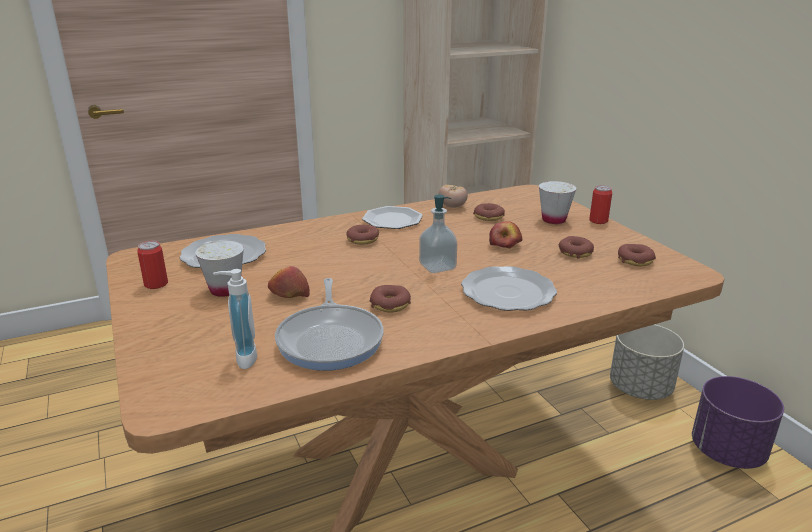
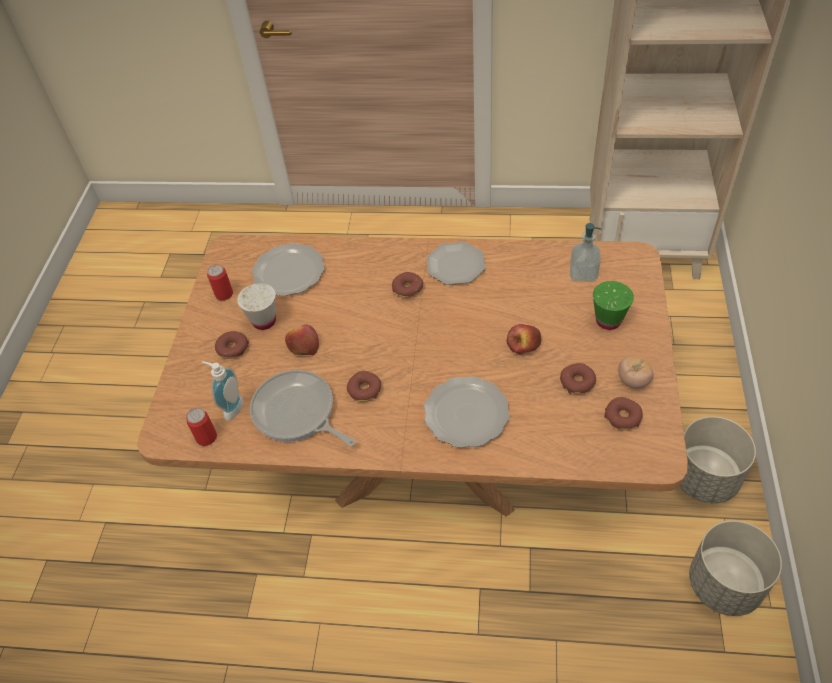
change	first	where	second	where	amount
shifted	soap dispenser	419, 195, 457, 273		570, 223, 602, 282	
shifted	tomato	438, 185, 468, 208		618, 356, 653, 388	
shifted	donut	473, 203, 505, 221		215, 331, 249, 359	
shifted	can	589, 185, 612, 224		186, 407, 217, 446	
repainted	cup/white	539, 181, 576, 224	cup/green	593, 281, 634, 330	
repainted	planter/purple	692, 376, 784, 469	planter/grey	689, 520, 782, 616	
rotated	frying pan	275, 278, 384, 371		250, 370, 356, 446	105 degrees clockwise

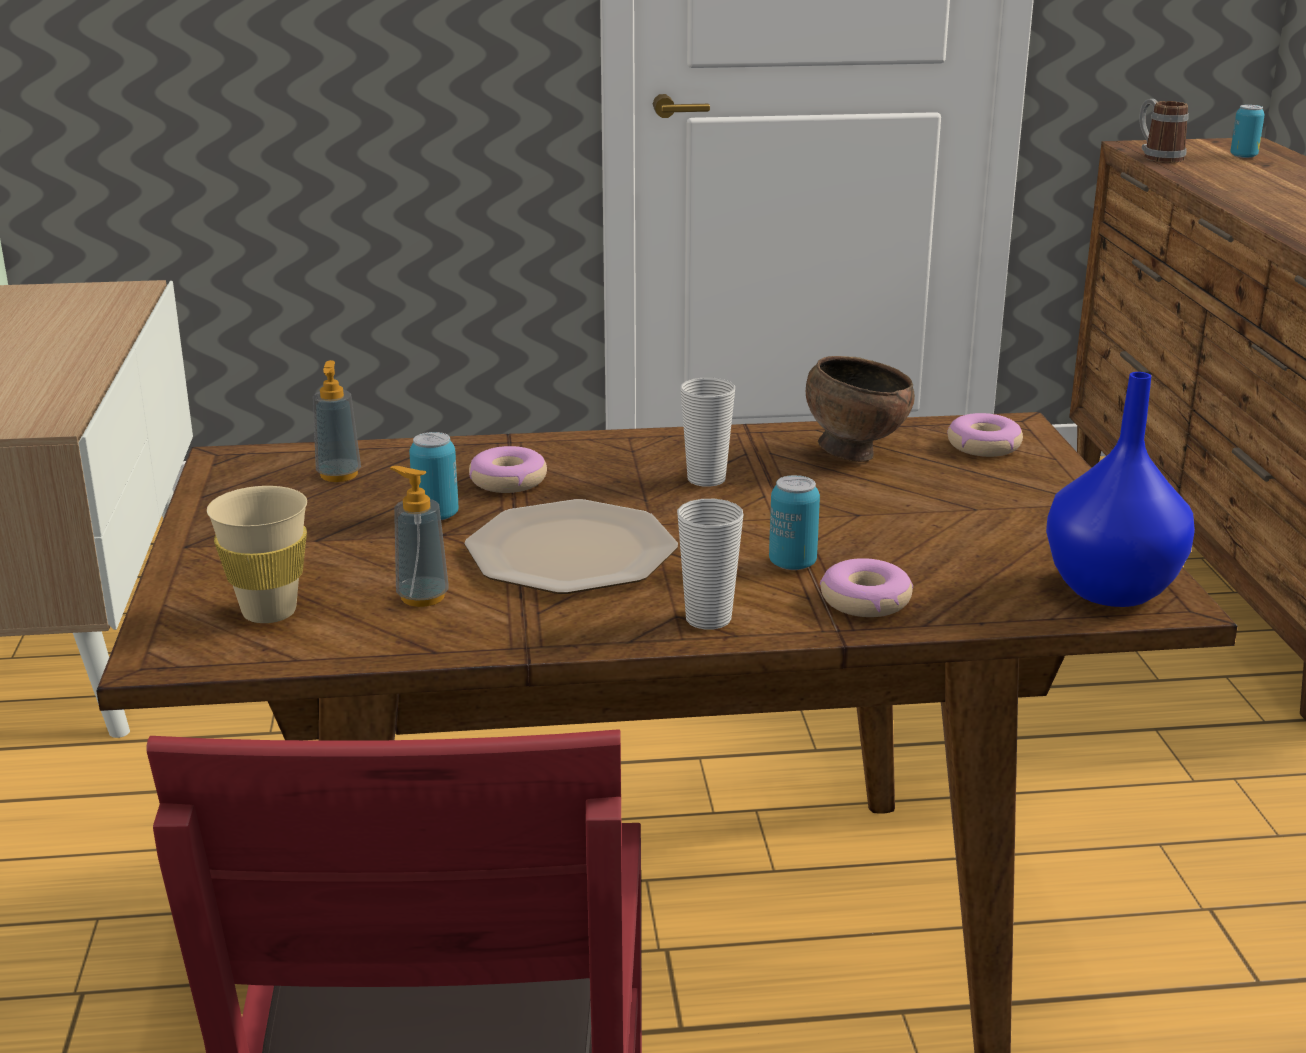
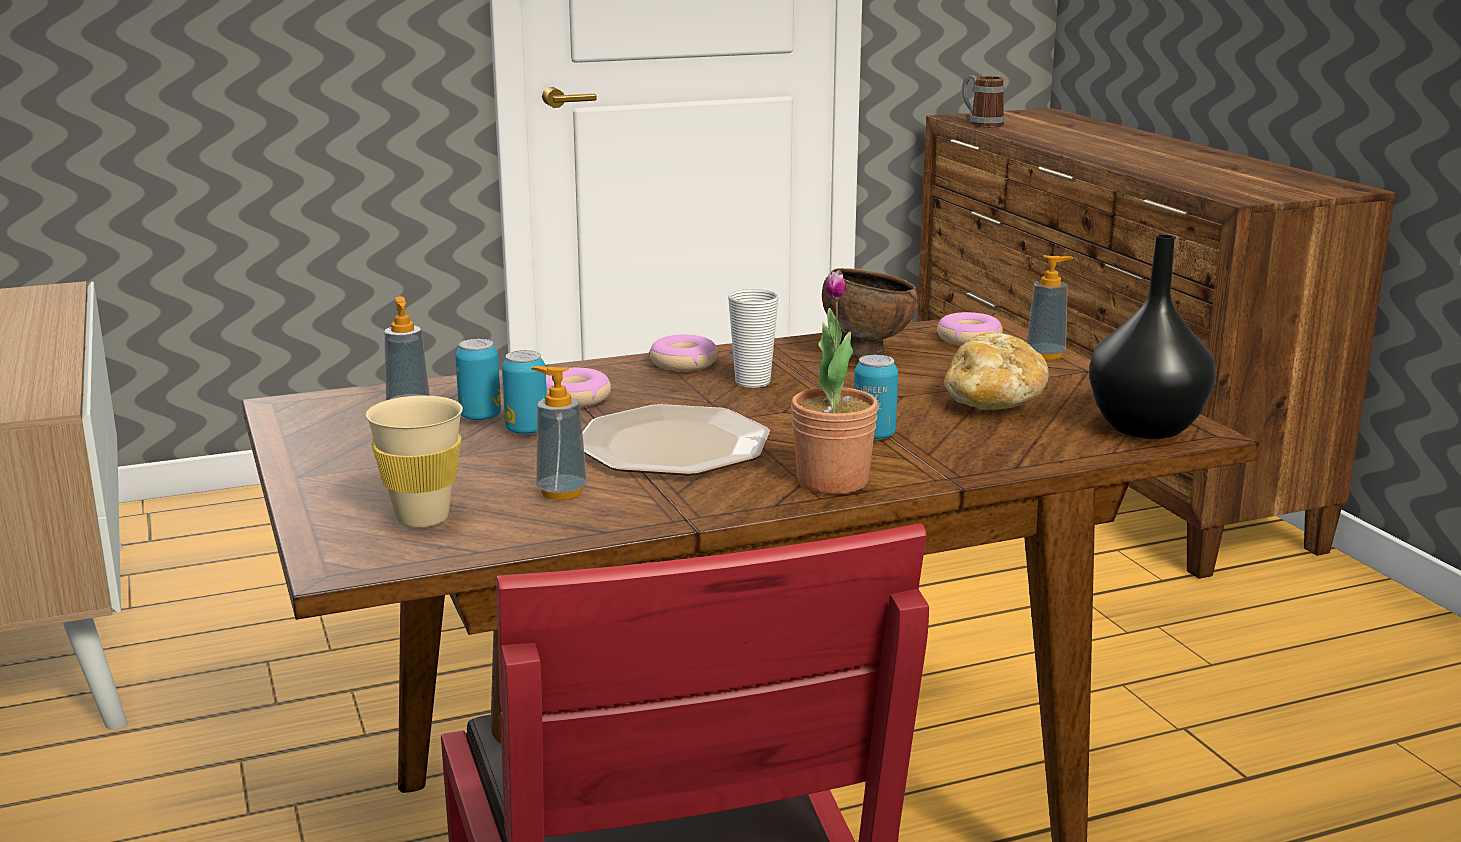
change	first	where	second	where	amount
new			bread	944, 332, 1049, 410	
new			soap dispenser	1027, 255, 1074, 360	
shifted	donut	820, 558, 913, 617		649, 335, 718, 371	
shifted	can	1230, 105, 1265, 158		455, 339, 501, 421	
swapped	cup	677, 499, 743, 629	potted plant	791, 270, 878, 495	
repainted	vase/blue	1046, 372, 1195, 607	vase/black	1089, 235, 1216, 439	

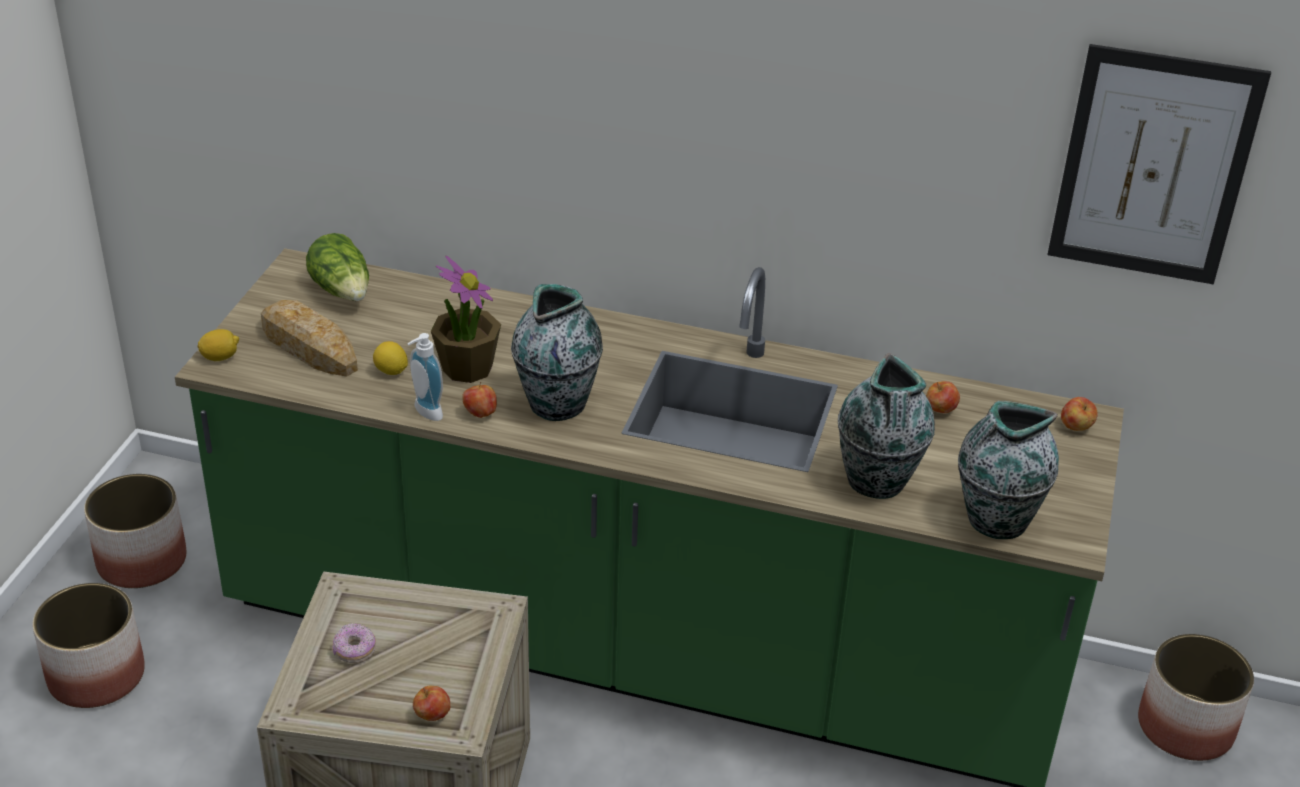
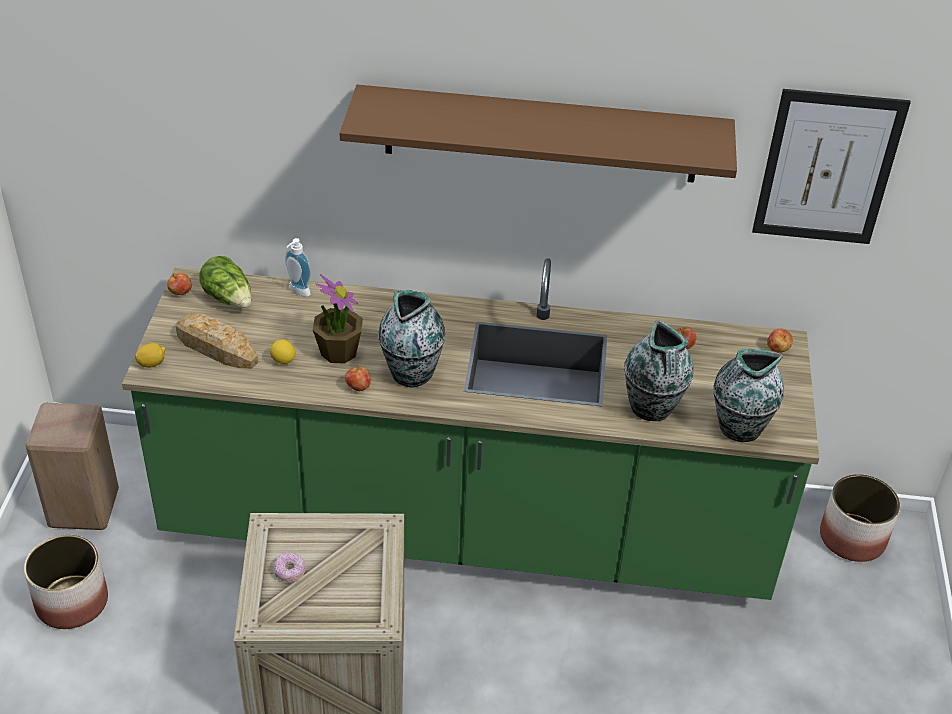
change	first	where	second	where	amount
new			shelf/brown	340, 85, 737, 183	
shifted	soap dispenser	407, 333, 443, 421		285, 238, 311, 297	
shifted	apple	413, 686, 450, 721		167, 273, 192, 295	
swapped	planter	84, 474, 186, 588	stool/beige	25, 403, 119, 530	

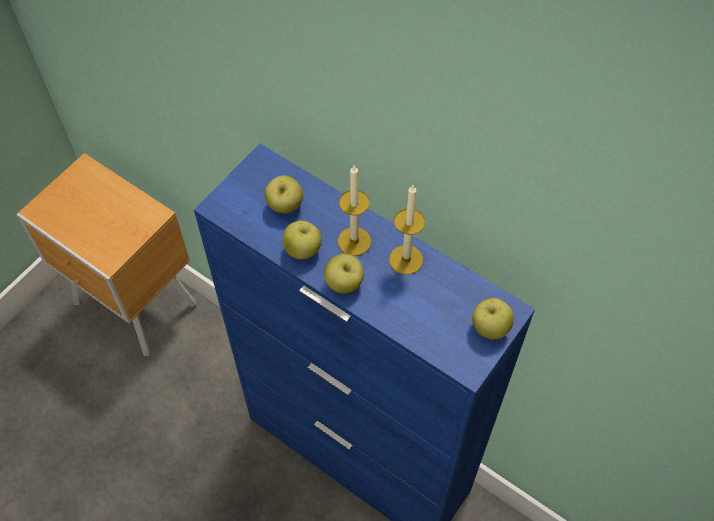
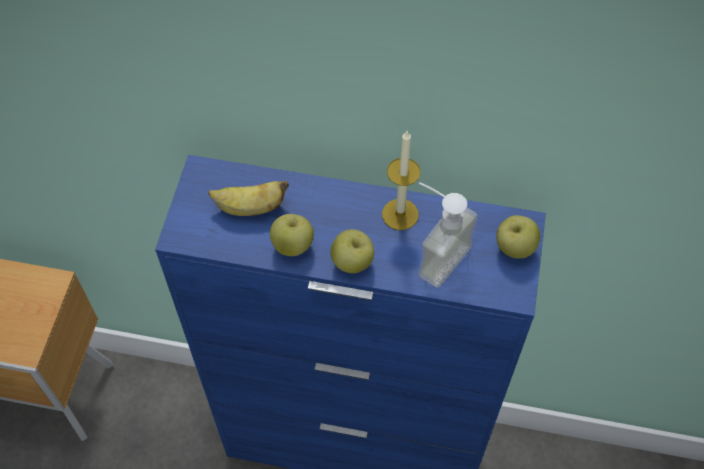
change	first	where	second	where	amount
gone	candle	338, 165, 371, 256			
new			soap dispenser	418, 182, 478, 288	
swapped	apple	265, 175, 303, 214	banana	208, 181, 289, 216	

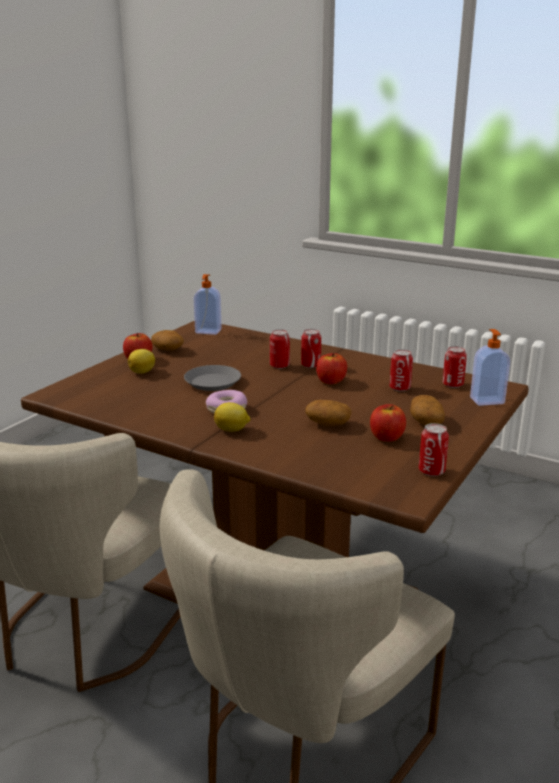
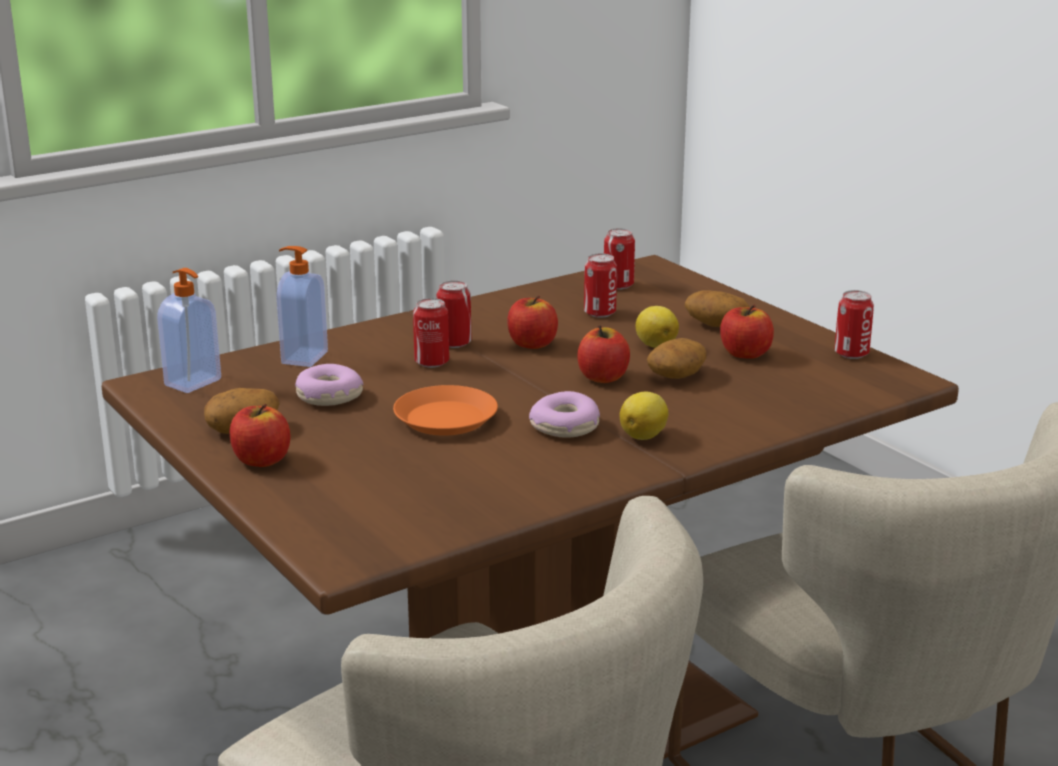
change	first	where	second	where	amount
new			donut	295, 364, 363, 406	
new			apple	577, 325, 630, 383	
shifted	lemon	128, 349, 155, 374		636, 306, 679, 348	
shifted	soap dispenser	470, 329, 510, 406		277, 246, 328, 367	
repainted	plate/grey	184, 365, 241, 391	plate/orange	393, 385, 498, 436	

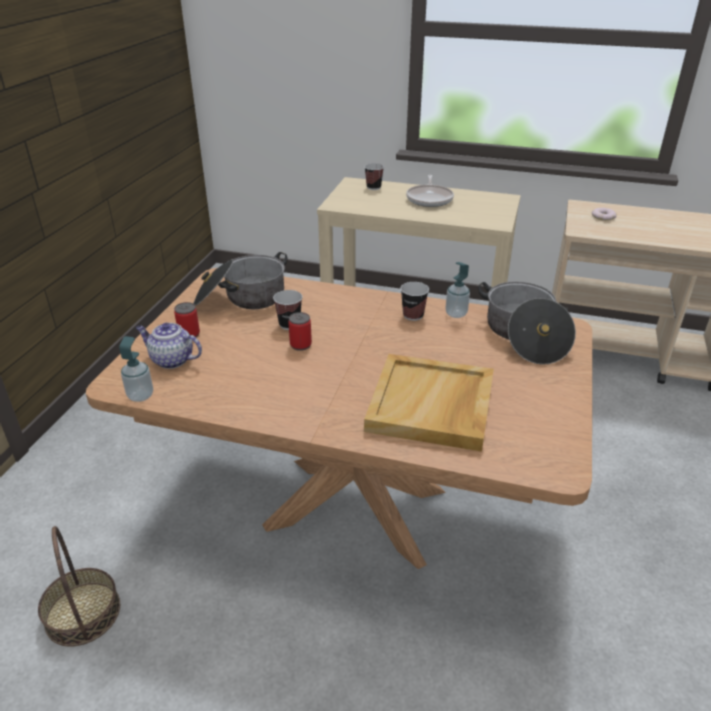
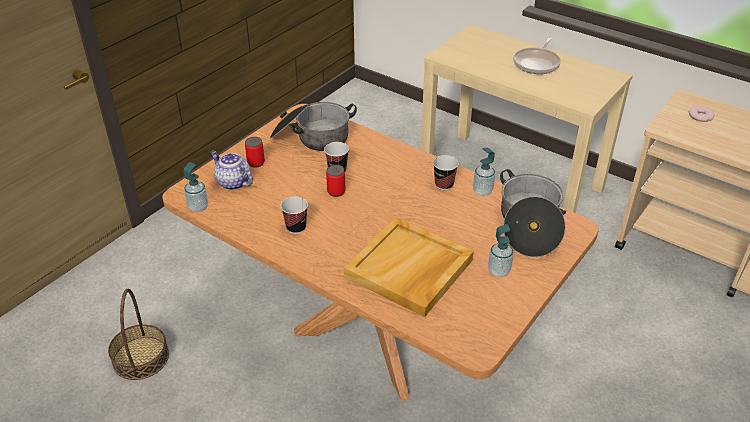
change	first	where	second	where	amount
new			soap dispenser	488, 224, 514, 277	
shifted	cup	364, 163, 384, 190		281, 197, 308, 234	

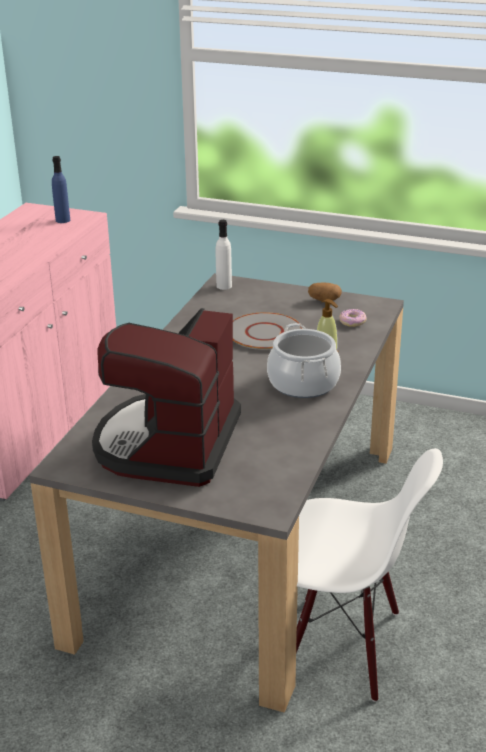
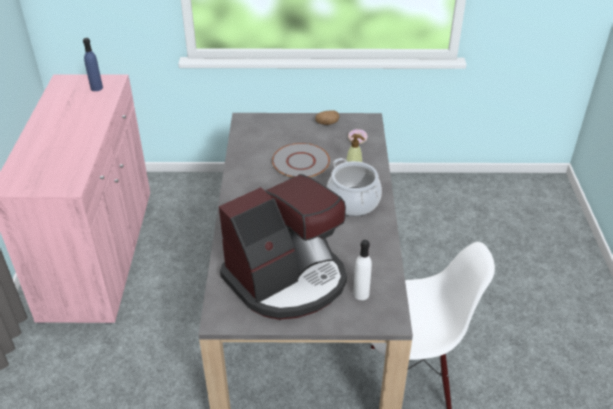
change	first	where	second	where	amount
shifted	bottle/white	216, 220, 232, 290		353, 240, 372, 300	
rotated	coffee machine	92, 308, 241, 487		219, 174, 347, 320	120 degrees counterclockwise

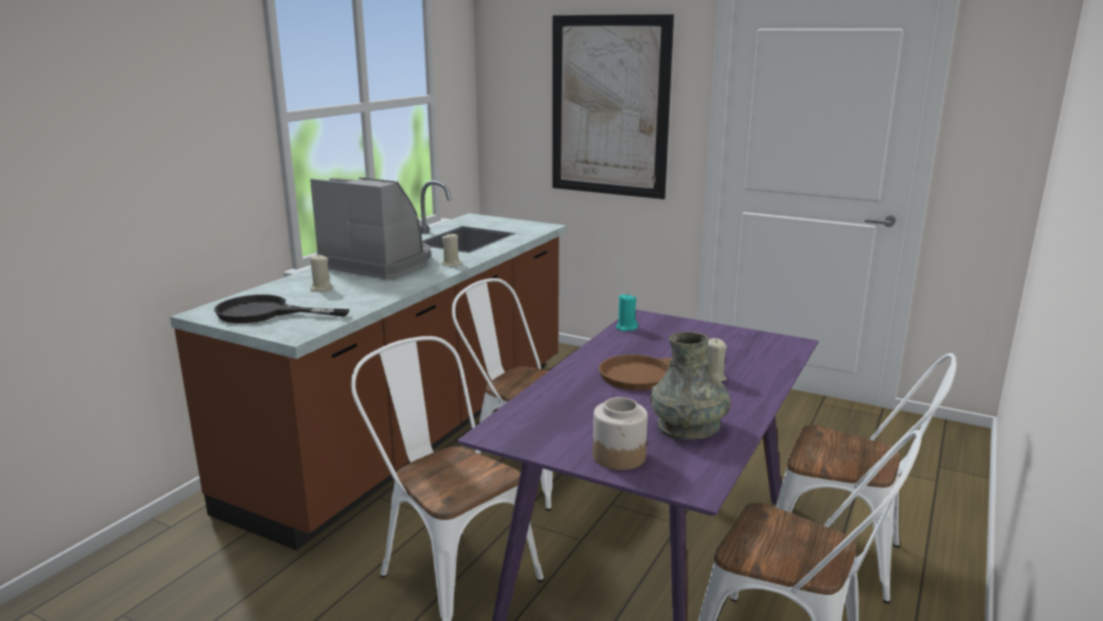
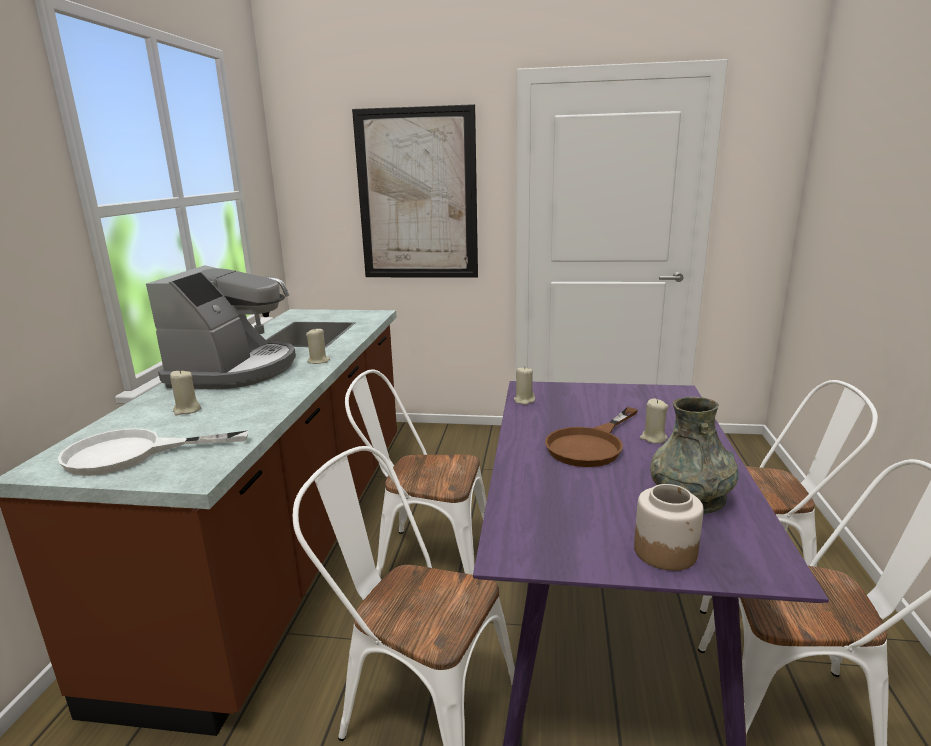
change	first	where	second	where	amount
repainted	frying pan/black	214, 295, 350, 323	frying pan/white	57, 428, 248, 476	
repainted	candle/turquoise	616, 293, 638, 332	candle/beige	514, 366, 535, 405	
rotated	coffee machine	310, 178, 431, 279		146, 265, 296, 389	90 degrees clockwise

